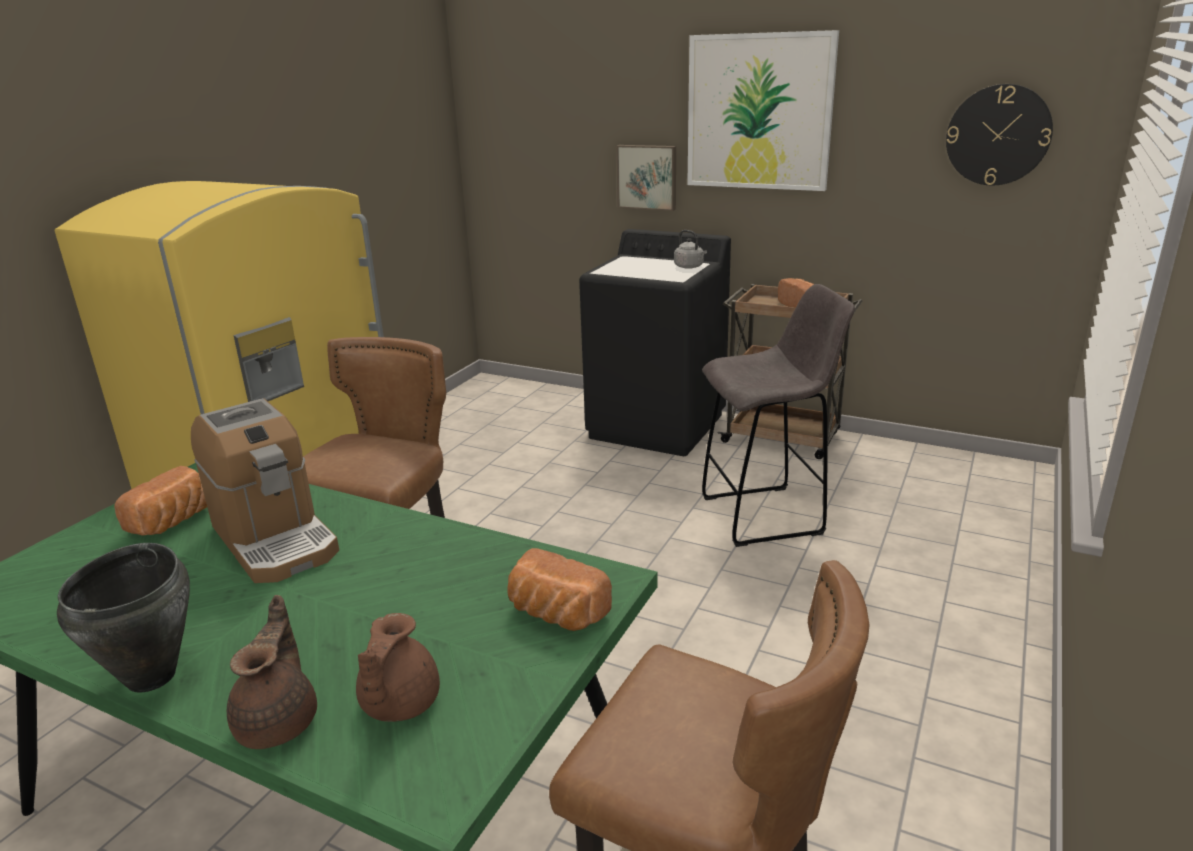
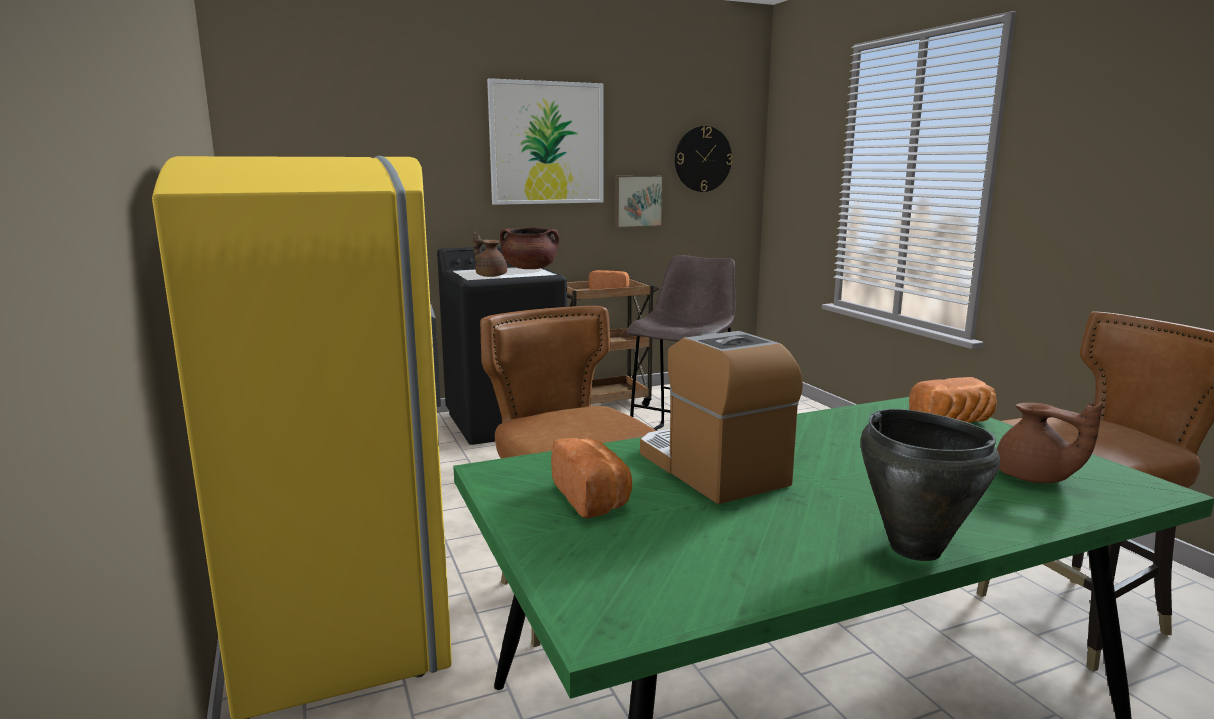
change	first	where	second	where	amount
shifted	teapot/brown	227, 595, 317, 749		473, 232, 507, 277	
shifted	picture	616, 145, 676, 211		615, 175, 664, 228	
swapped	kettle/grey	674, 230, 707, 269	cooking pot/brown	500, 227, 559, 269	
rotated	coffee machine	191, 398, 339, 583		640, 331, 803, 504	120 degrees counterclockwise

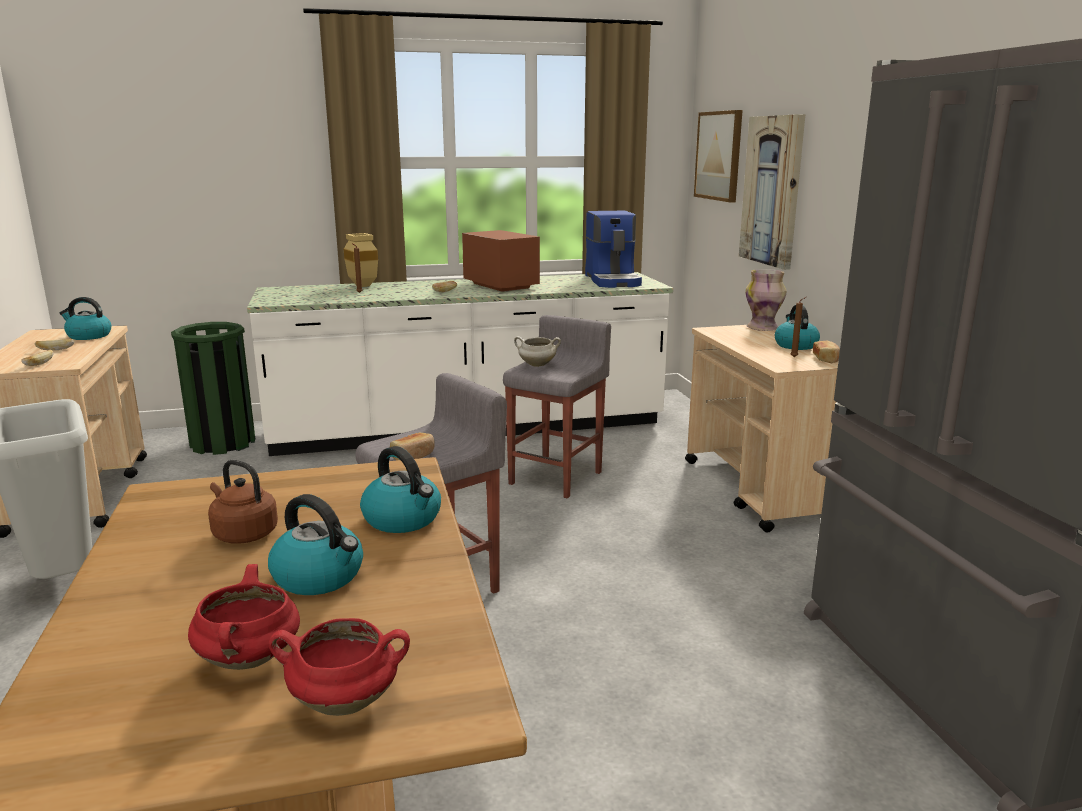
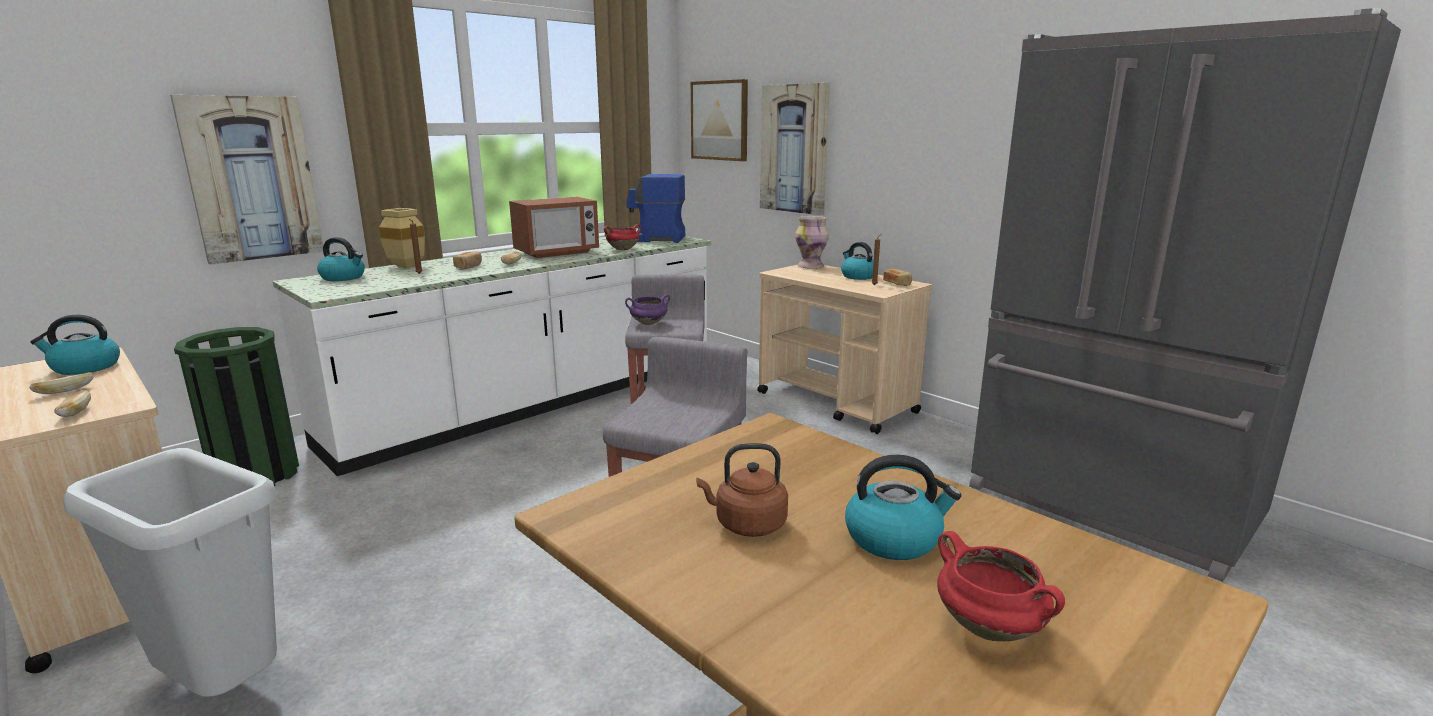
change	first	where	second	where	amount
new			picture	170, 95, 323, 265	
shifted	cooking pot/red	268, 618, 410, 716		604, 224, 641, 250	
shifted	kettle	360, 446, 441, 533		317, 237, 365, 281	
shifted	bread	390, 433, 435, 461		453, 251, 482, 269	
repainted	cooking pot/white	514, 336, 561, 367	cooking pot/purple	625, 294, 670, 325	
rotated	microwave	462, 230, 540, 292		509, 197, 599, 258	120 degrees clockwise
rotated	coffee machine	585, 211, 642, 288		626, 174, 685, 243	135 degrees clockwise

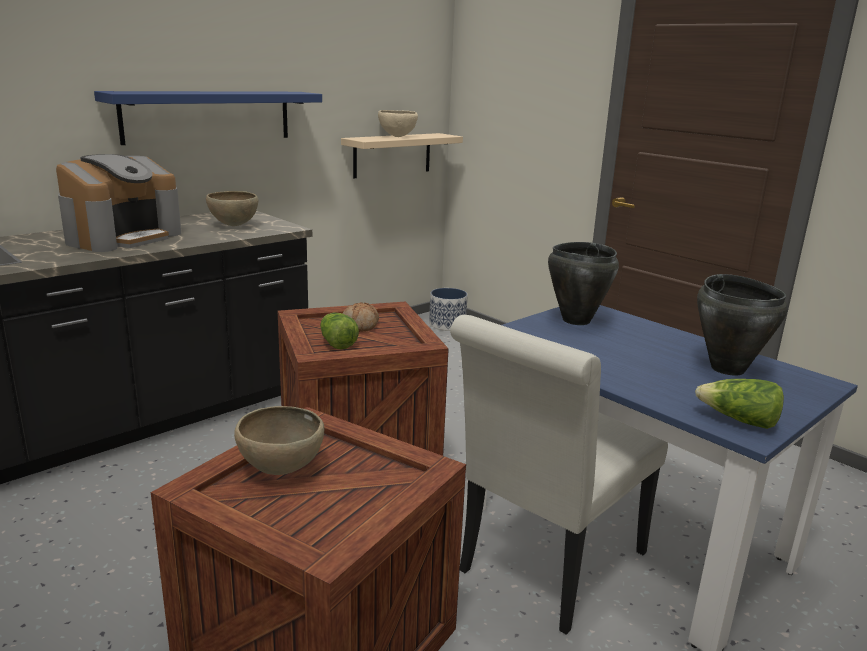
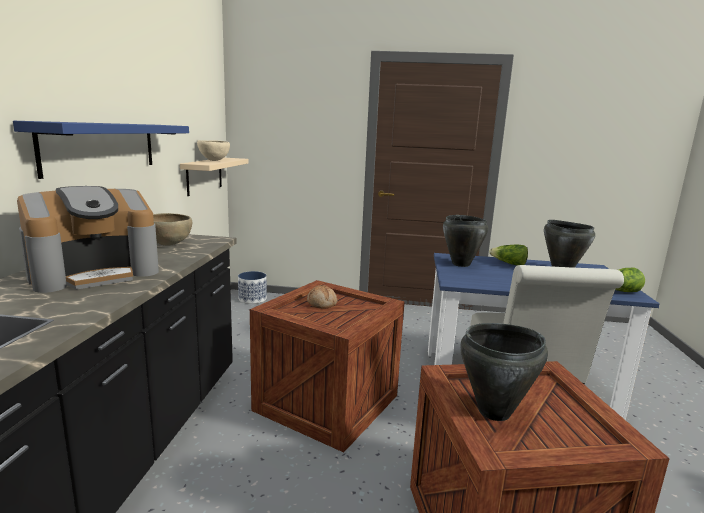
change	first	where	second	where	amount
shifted	lettuce	320, 313, 359, 349		489, 244, 528, 265	
swapped	bowl/brown	234, 406, 324, 475	cooking pot/black	460, 323, 548, 421	
rotated	coffee machine	56, 154, 181, 252		17, 186, 159, 293	60 degrees clockwise

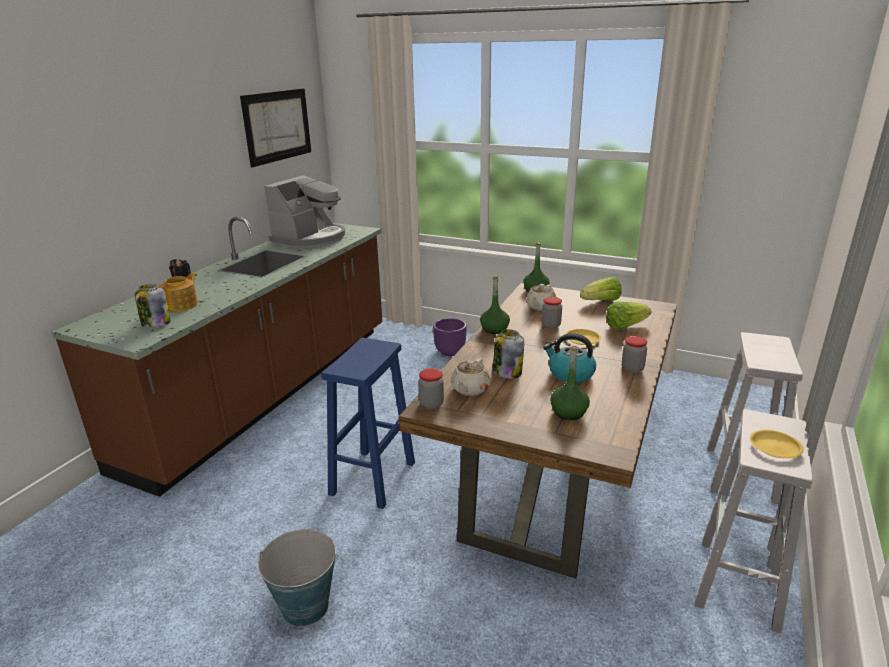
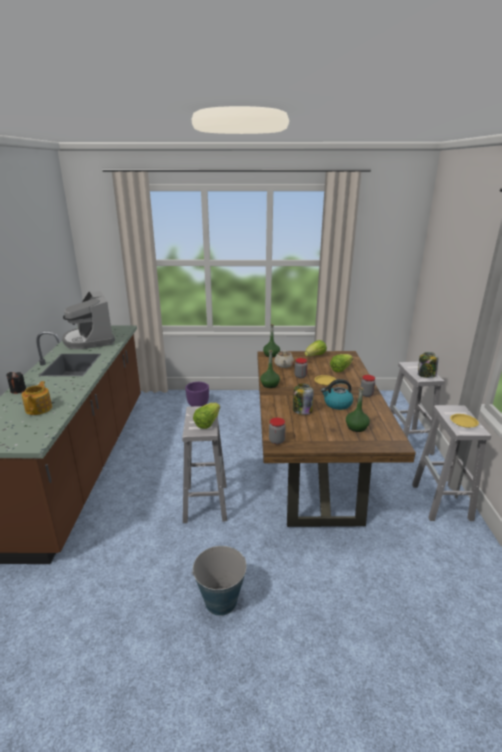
change	first	where	second	where	amount
gone	picture	240, 88, 311, 167			
gone	teapot/beige	451, 358, 491, 396			
new			lettuce	193, 403, 220, 429	
shifted	jar	135, 284, 171, 328		418, 352, 438, 378	
repainted	stool/blue	321, 338, 415, 509	stool/white	182, 406, 227, 523	
rotated	coffee machine	264, 175, 345, 249		62, 291, 115, 349	150 degrees clockwise

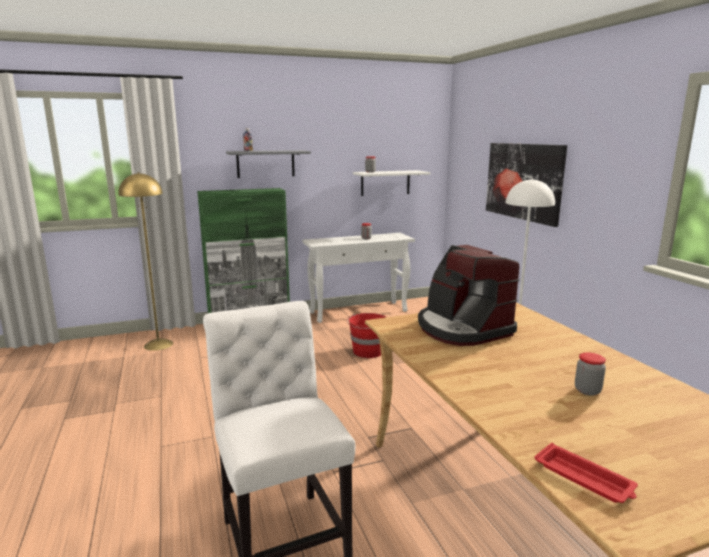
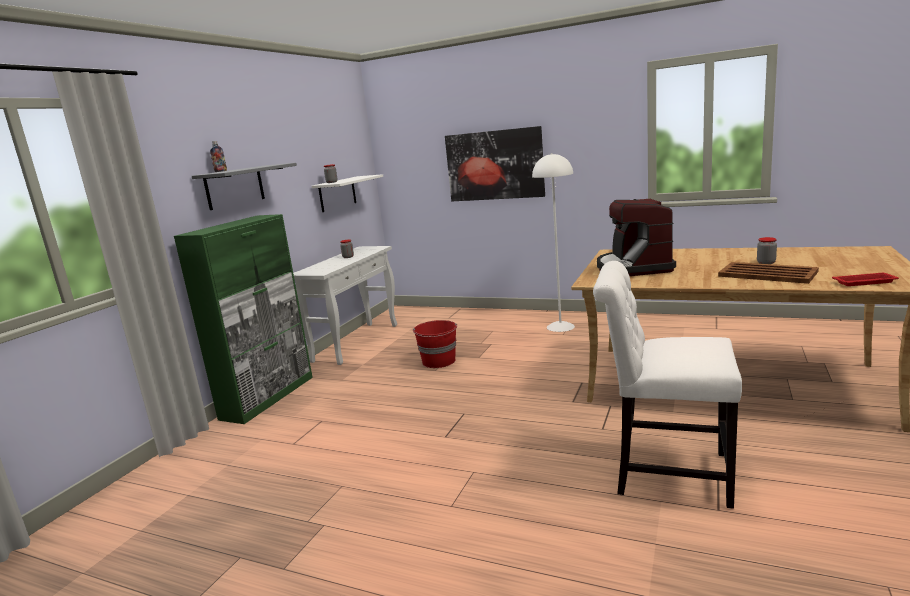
change	first	where	second	where	amount
gone	floor lamp/yellow	118, 172, 173, 351			
new			tray/brown	718, 262, 819, 284	
rotated	coffee machine	418, 245, 520, 346		597, 199, 676, 276	75 degrees clockwise

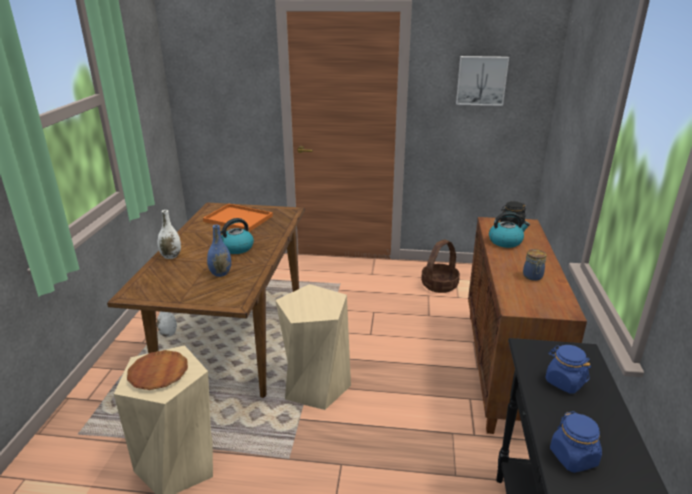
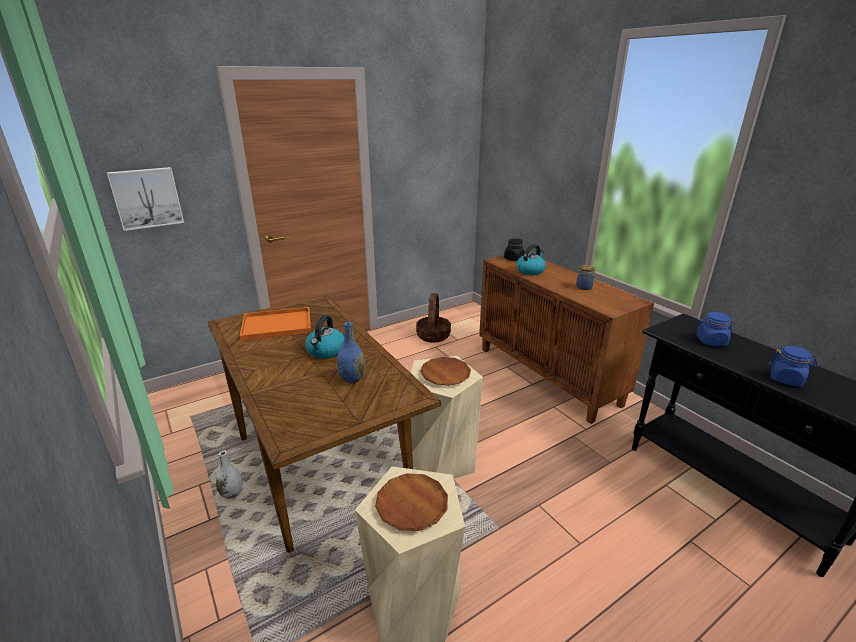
change	first	where	second	where	amount
gone	vase/white	158, 210, 181, 259			
new			plate/brown	420, 357, 471, 386	
shifted	picture	456, 56, 509, 106		107, 167, 184, 231	

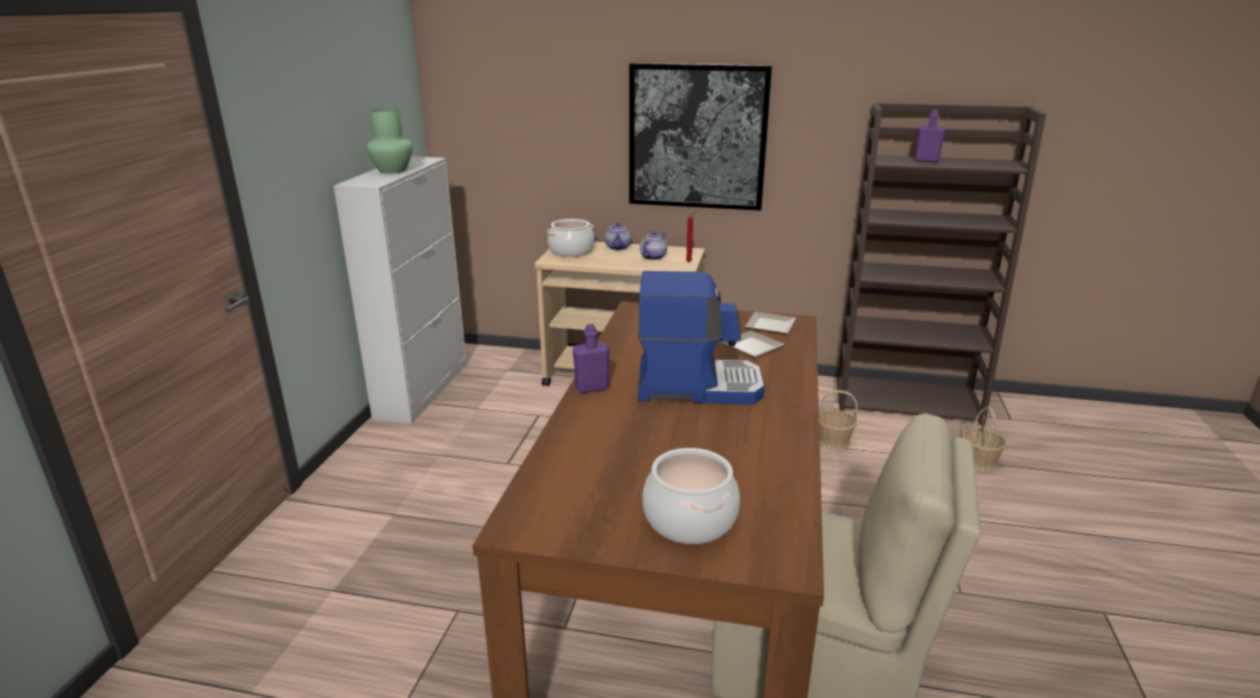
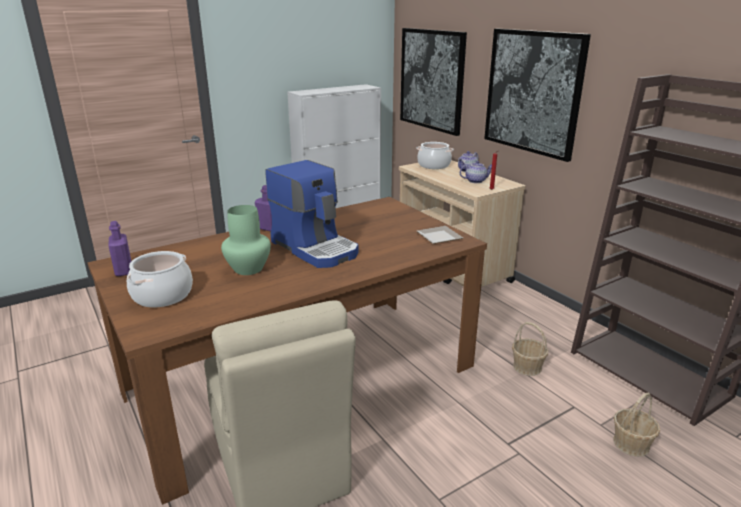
change	first	where	second	where	amount
gone	plate	721, 331, 785, 358			
new			picture	400, 28, 467, 136	
shifted	vase/green	366, 109, 413, 174		221, 205, 271, 275	
shifted	bottle/purple	915, 109, 946, 163		108, 221, 131, 276	

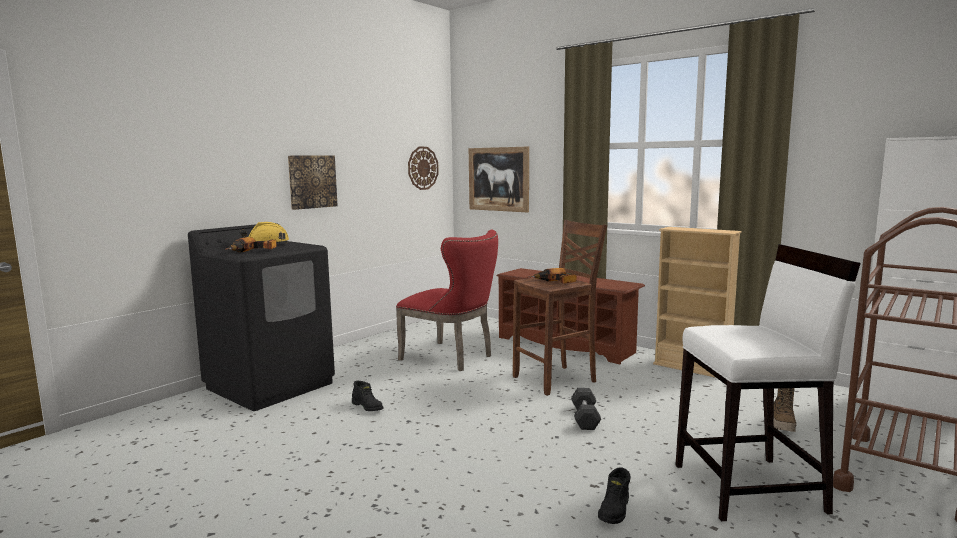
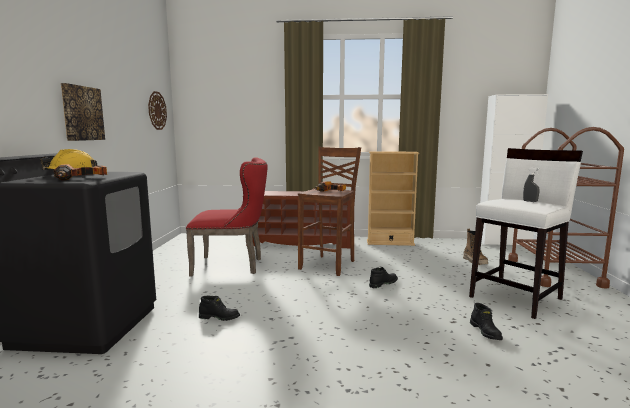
change	first	where	second	where	amount
gone	picture	469, 147, 529, 212			
new			spray bottle/grey	523, 167, 540, 202	
swapped	dumbbell/grey	571, 388, 601, 430	boot/black	369, 267, 398, 288	

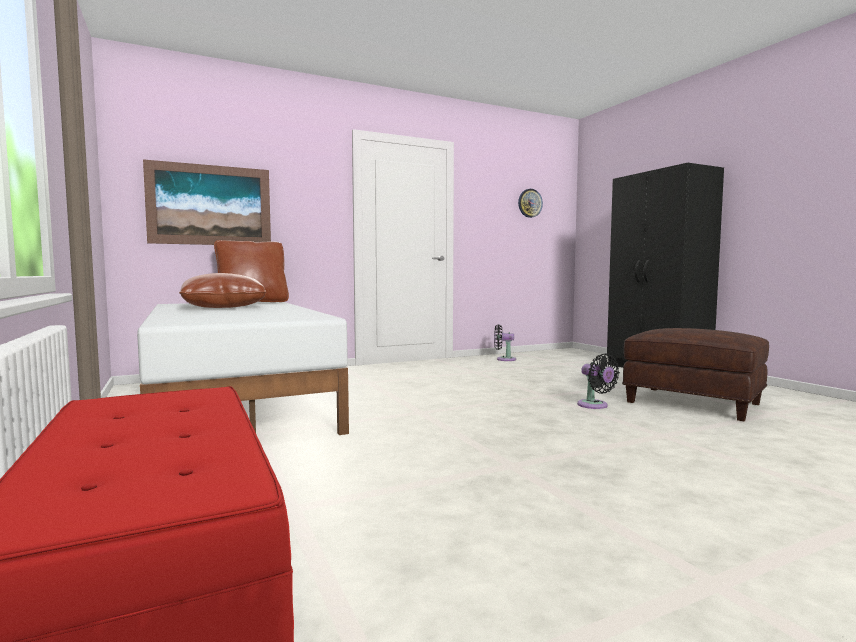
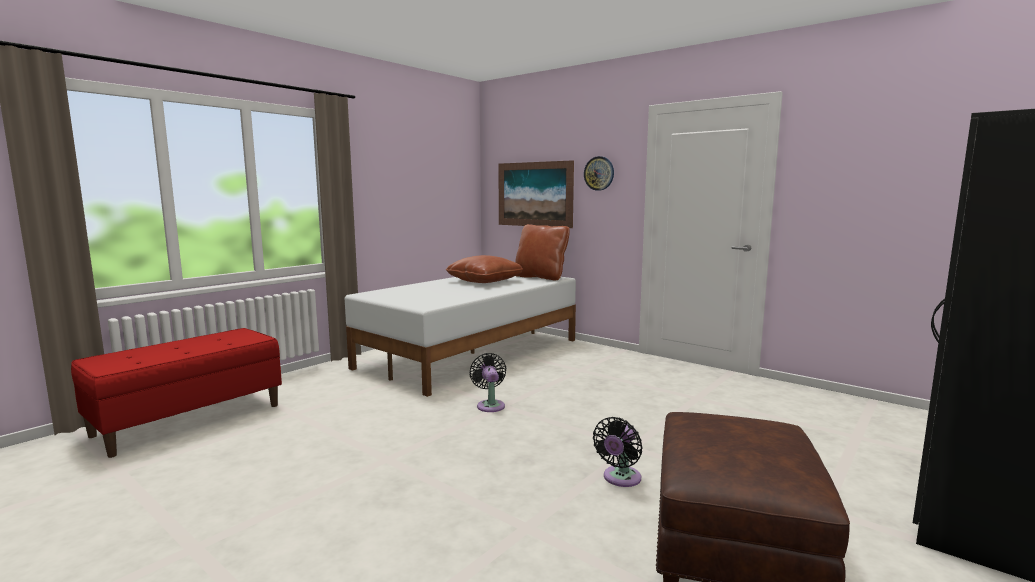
change	first	where	second	where	amount
shifted	fan/black	494, 324, 516, 361		469, 353, 506, 412	
shifted	wall clock	518, 189, 543, 218		584, 156, 614, 191	

